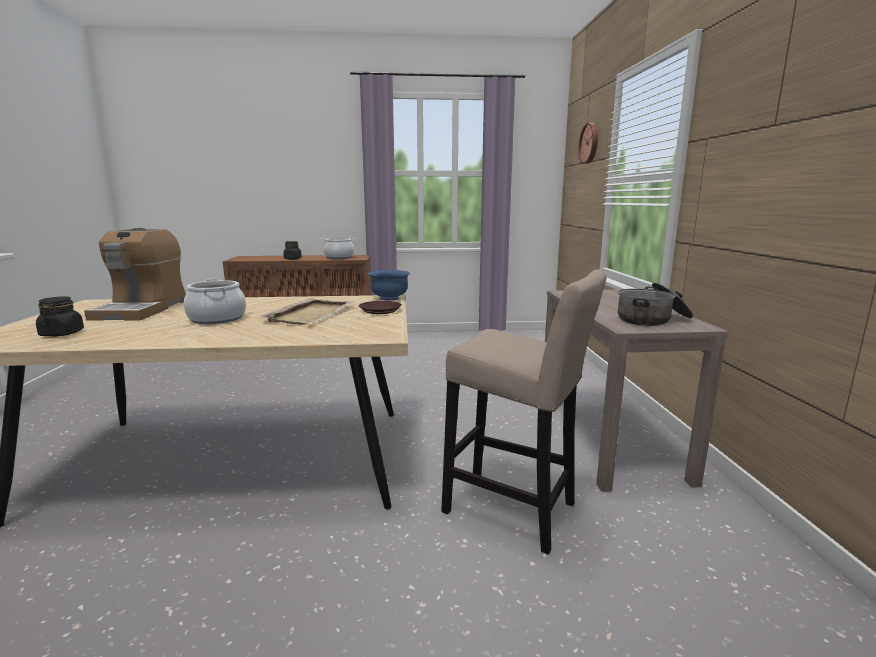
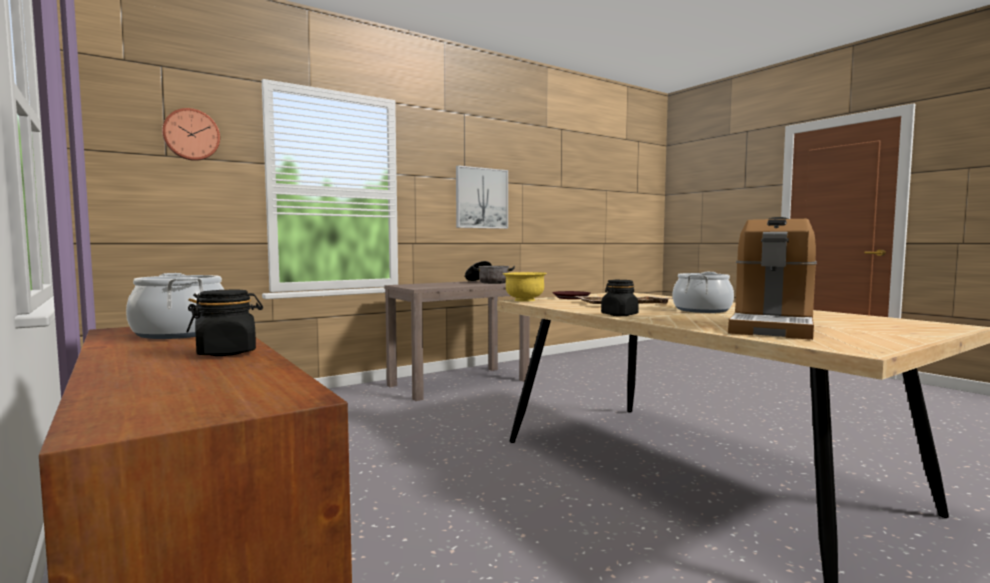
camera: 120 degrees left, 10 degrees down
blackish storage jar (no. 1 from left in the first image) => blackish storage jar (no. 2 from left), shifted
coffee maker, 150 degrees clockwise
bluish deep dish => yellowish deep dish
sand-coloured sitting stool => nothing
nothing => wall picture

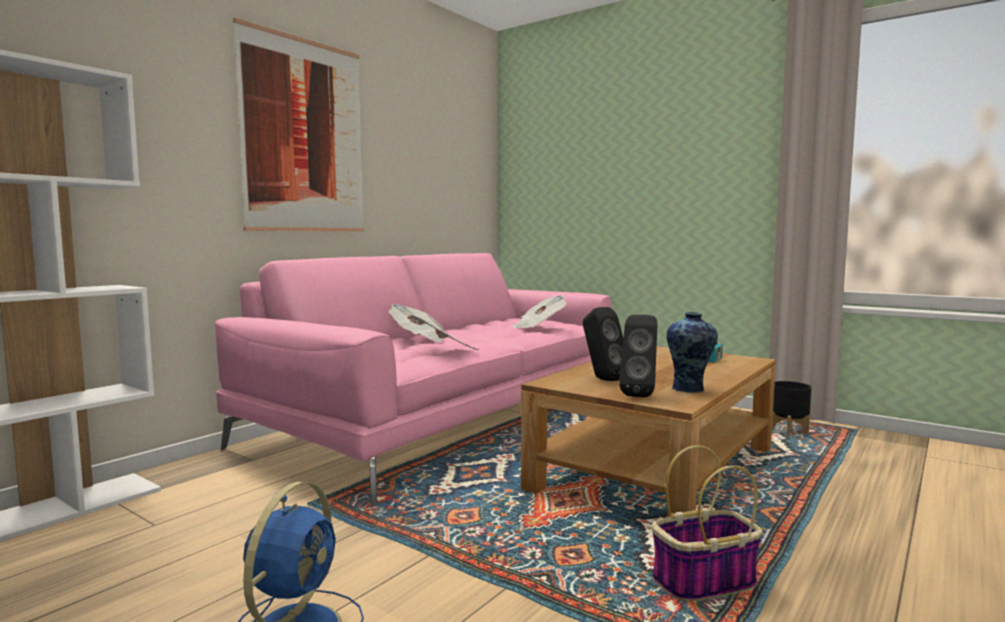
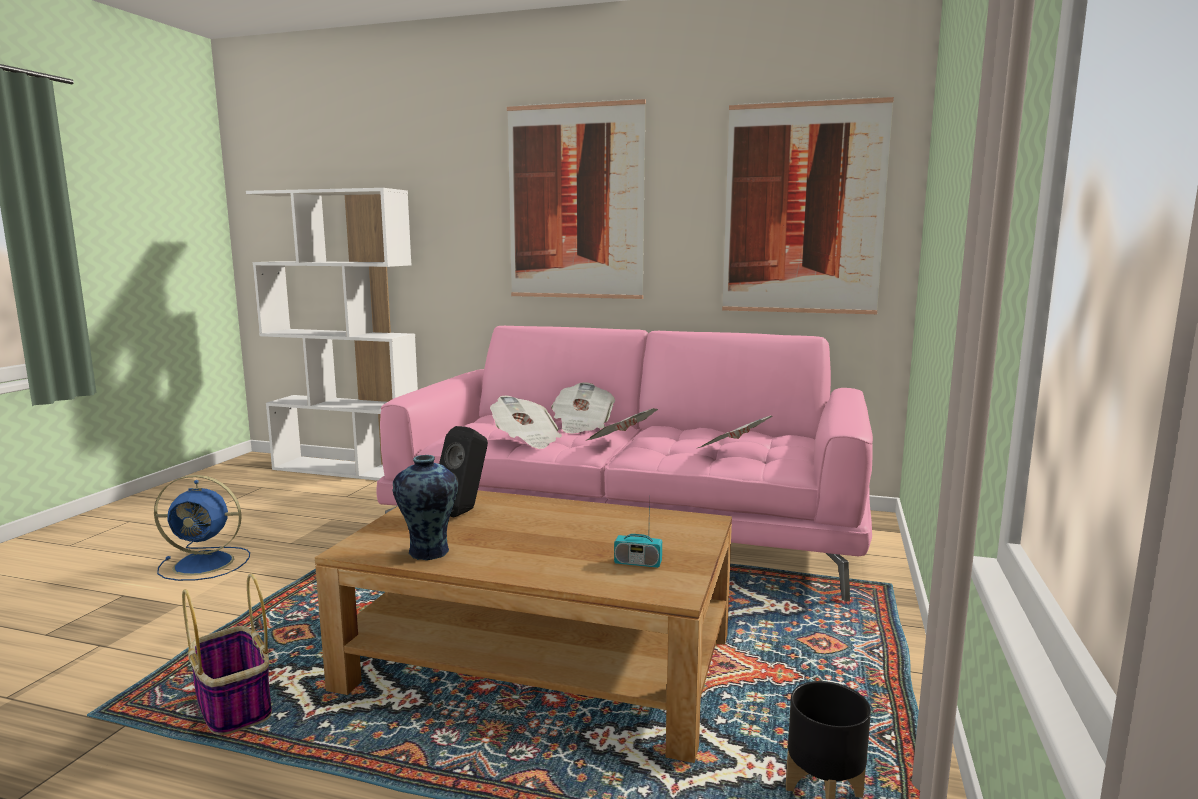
camera: 70 degrees right, 5 degrees up
blackish loudspeaker (no. 2 from left) => nothing
nothing => daily paper (no. 3 from left)
nothing => wall picture (no. 2 from left)

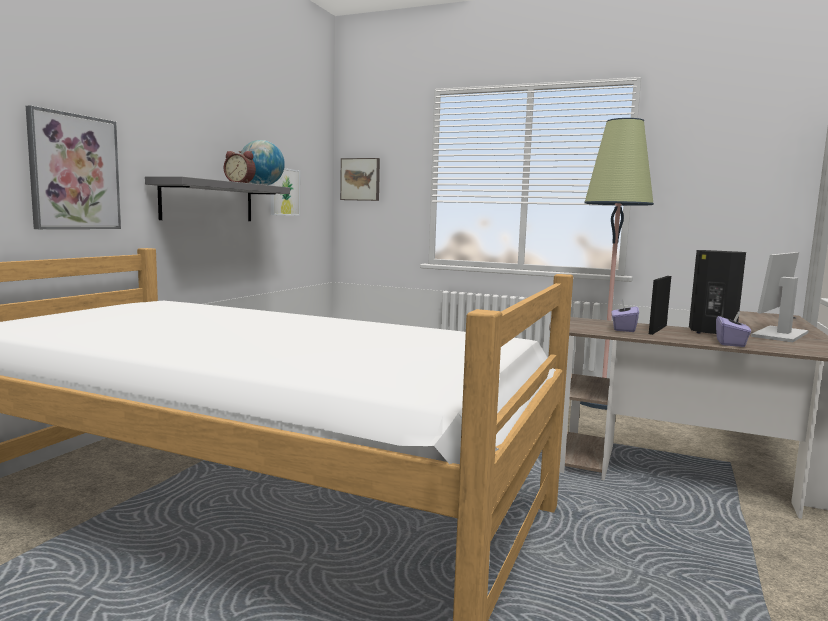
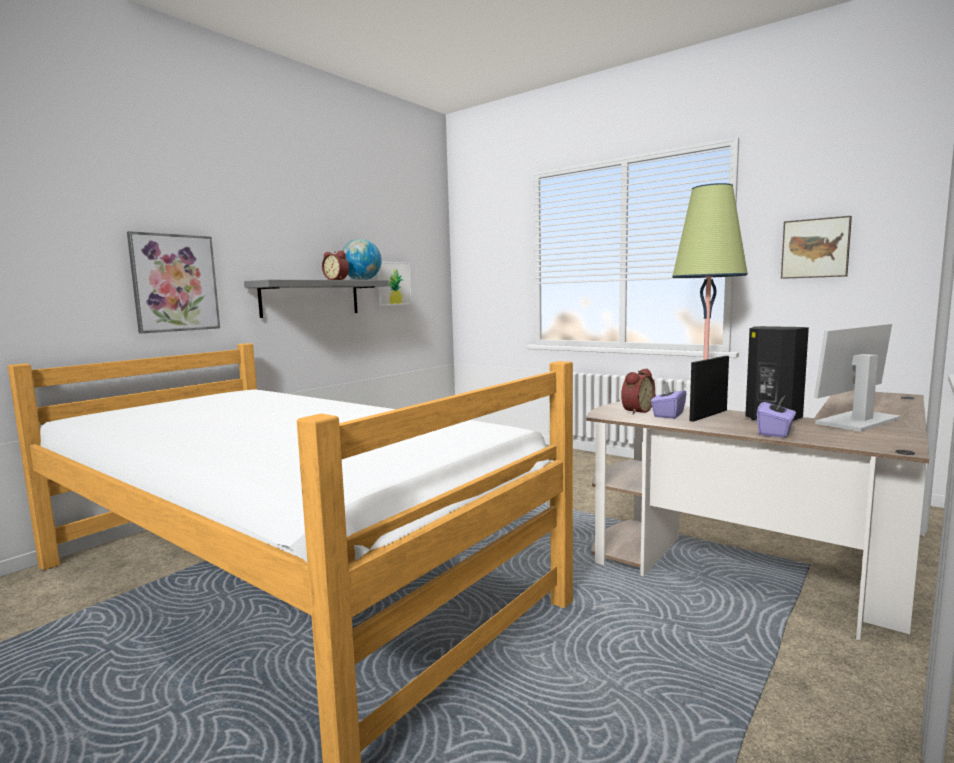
camera: 15 degrees right, 0 degrees up
wall picture (no. 3 from left), shifted
nothing => table clock (no. 2 from left)

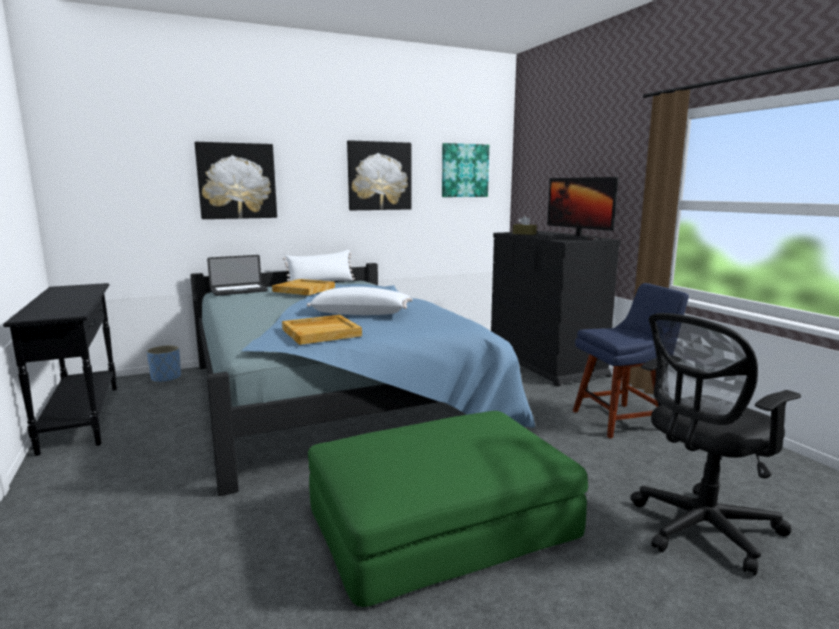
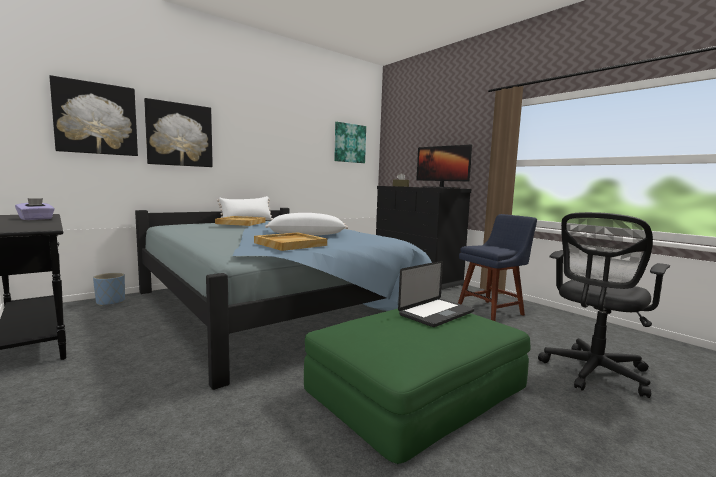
camera: 15 degrees left, 5 degrees down
notebook computer, shifted
wall picture (no. 2 from left in the first image) => wall picture (no. 1 from left), shifted
nothing => purplish box of tissues

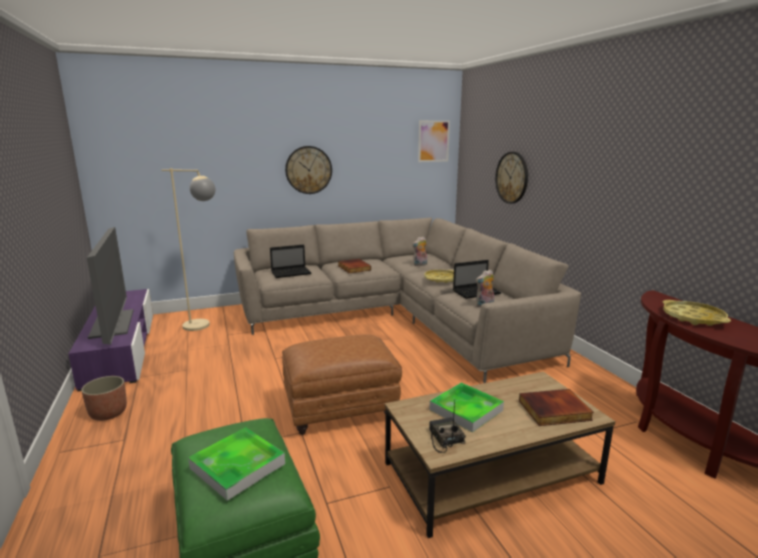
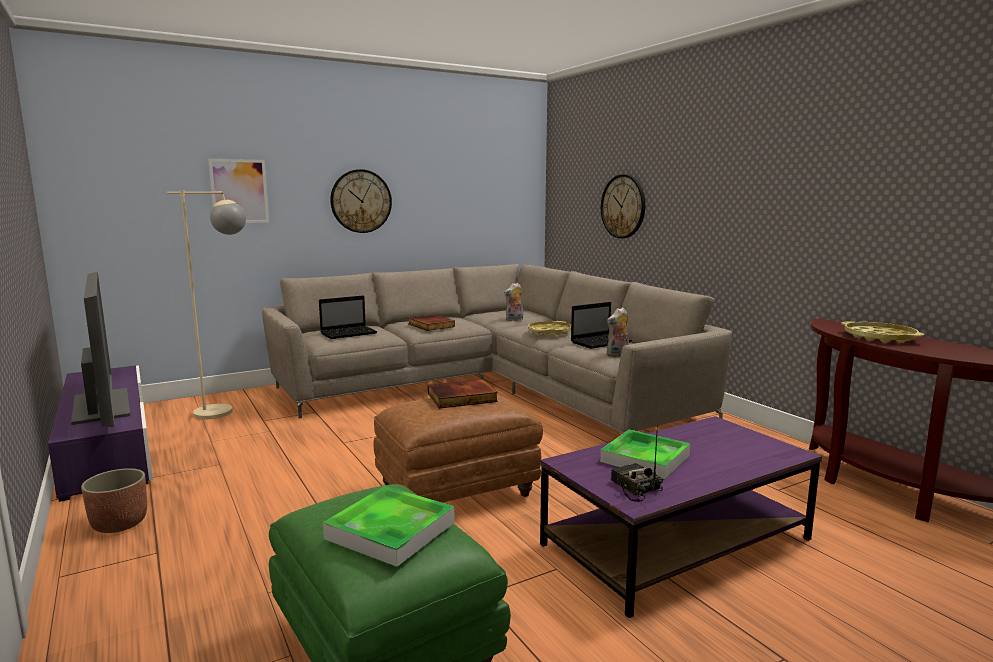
camera: 10 degrees left, 5 degrees down
brownish lounge table => purplish lounge table
wall picture, shifted
volume (no. 2 from left), shifted

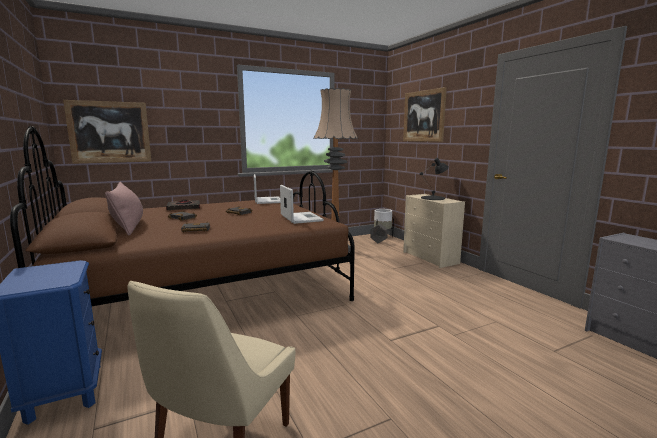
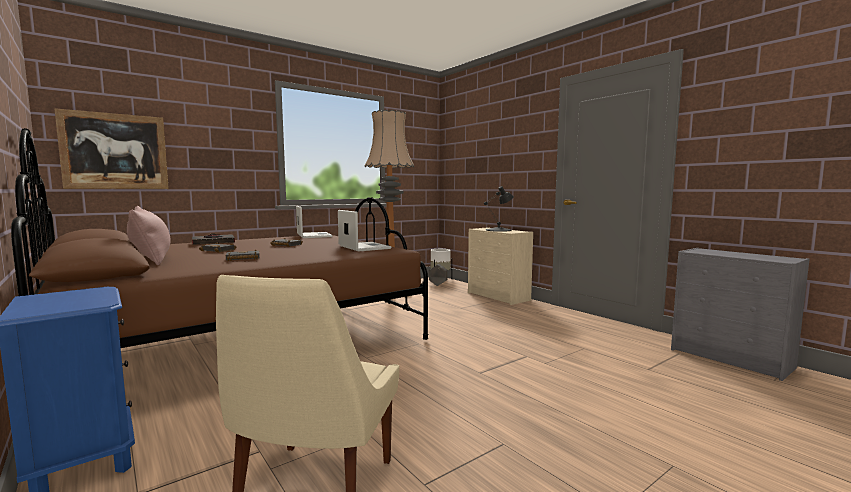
camera: 10 degrees left, 5 degrees down
wall picture (no. 2 from left) => nothing

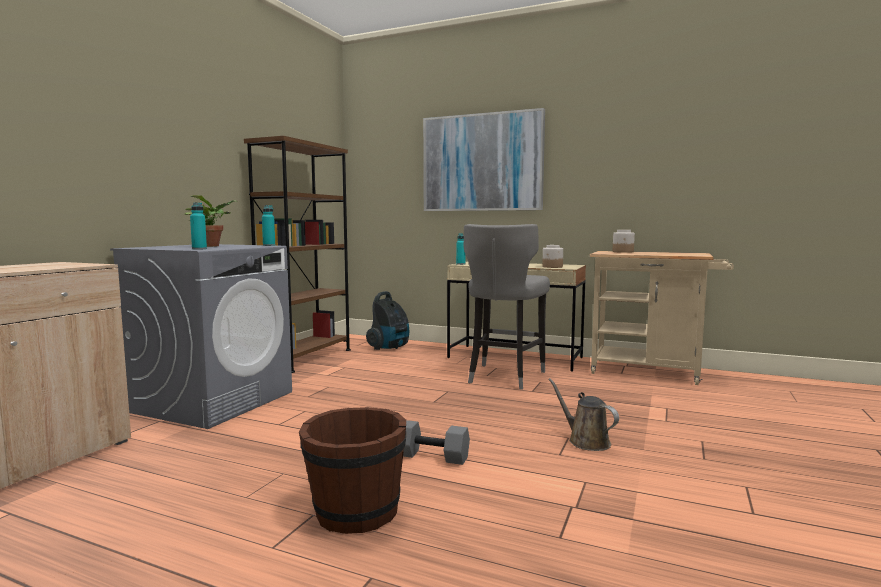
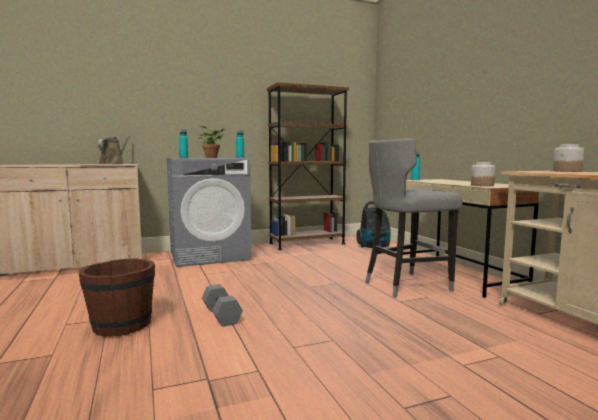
camera: 45 degrees right, 0 degrees up
wall picture => nothing
brownish sprinkling can, shifted

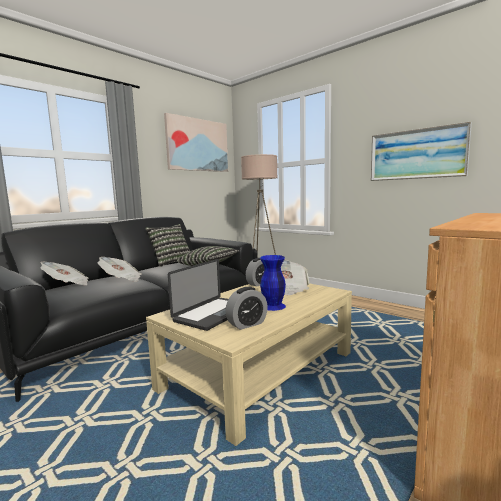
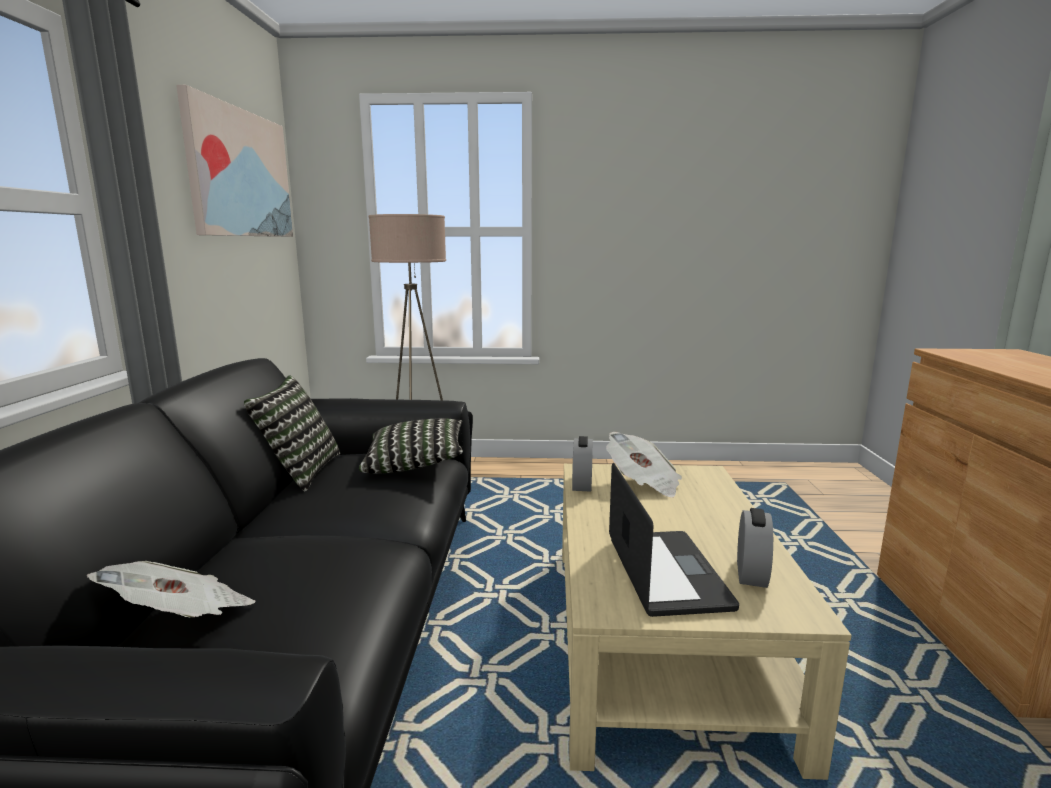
camera: 40 degrees left, 5 degrees up
daily paper (no. 2 from left) => nothing
bluish vase => nothing
wall picture (no. 2 from left) => nothing

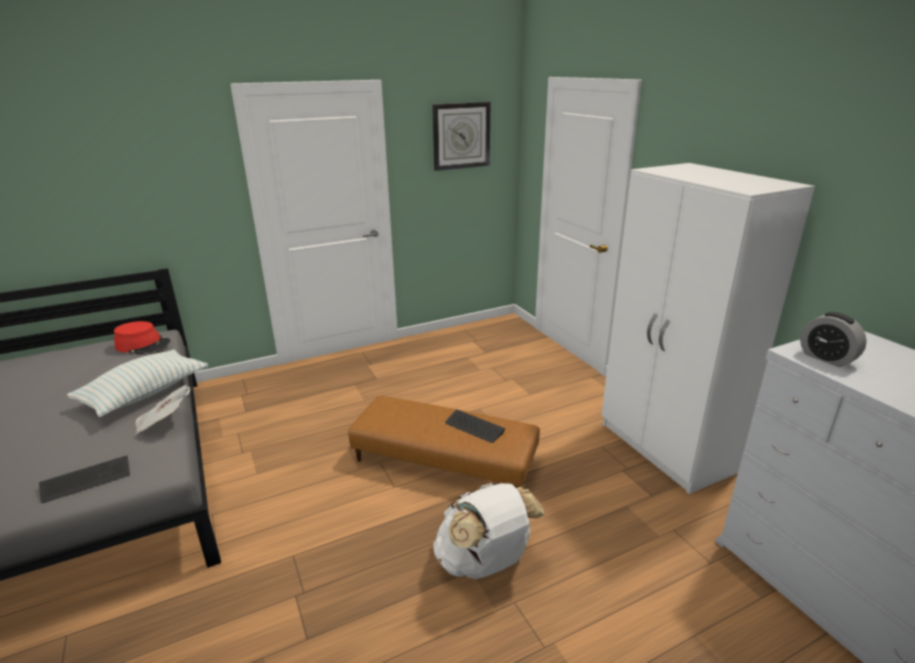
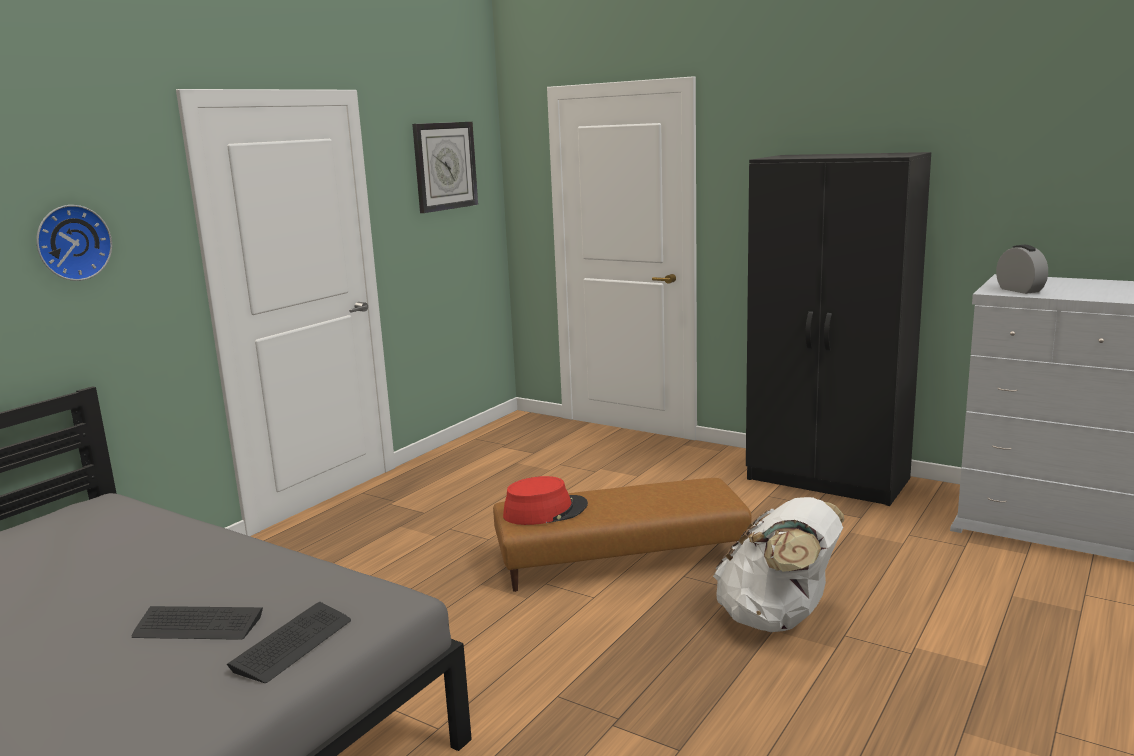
camera: 30 degrees left, 10 degrees down
pillow => nothing
red-coloured clothing hat, shifted
daily paper => nothing
PC keyboard (no. 2 from left in the first image) => PC keyboard (no. 1 from left), shifted
white-coloured armoire => blackish armoire
table clock, 135 degrees counterclockwise
nothing => clock on the wall (no. 1 from left)

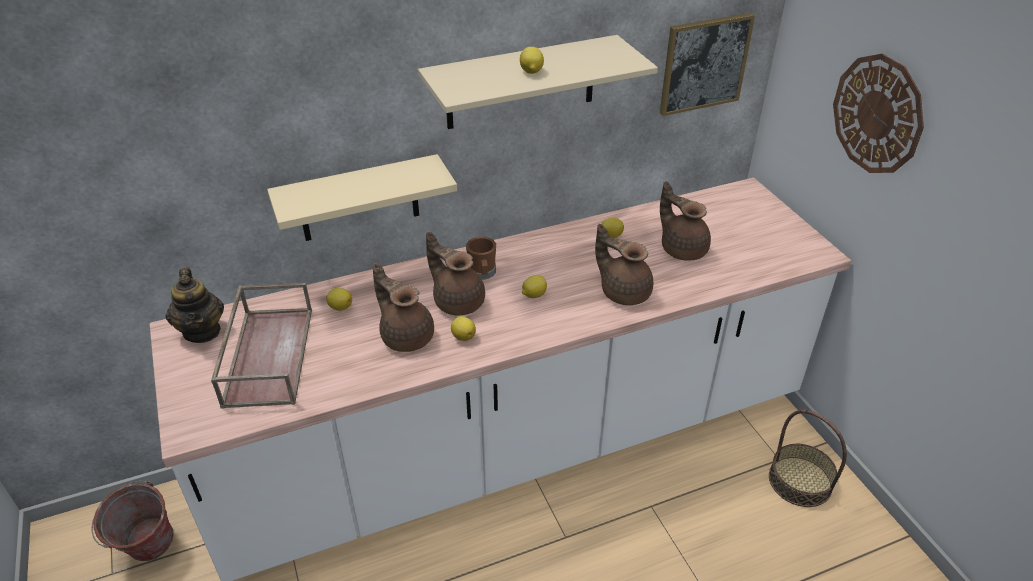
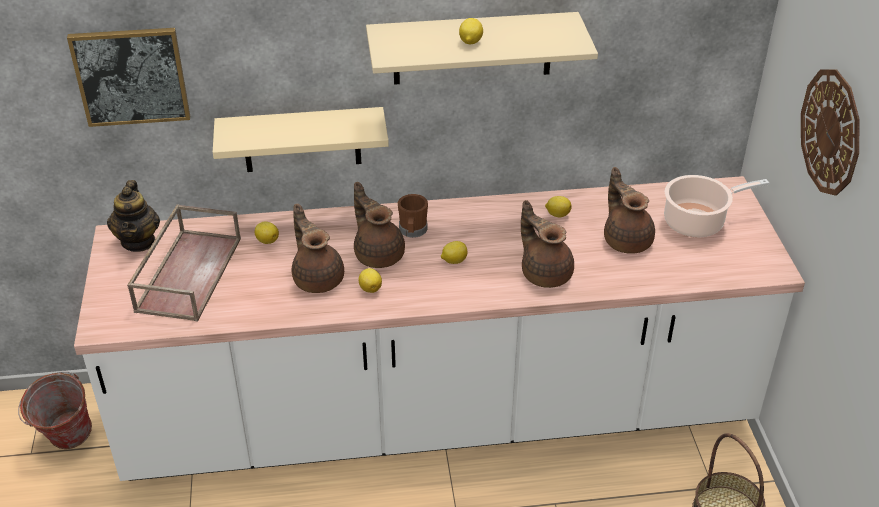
camera: 15 degrees right, 0 degrees up
wall picture, shifted
nothing => stockpot

